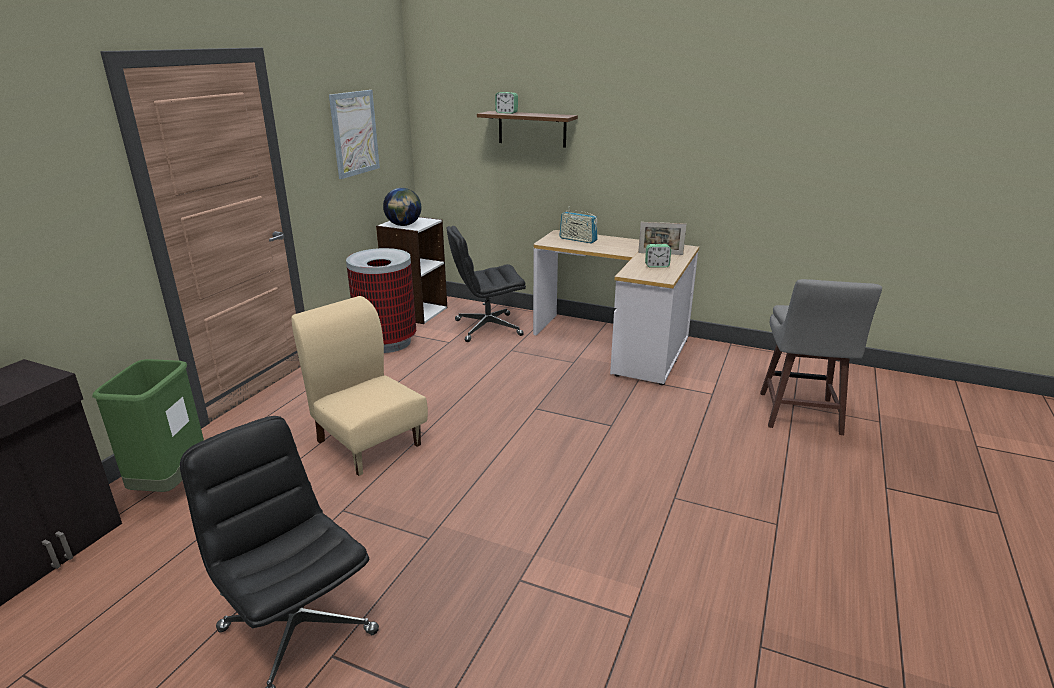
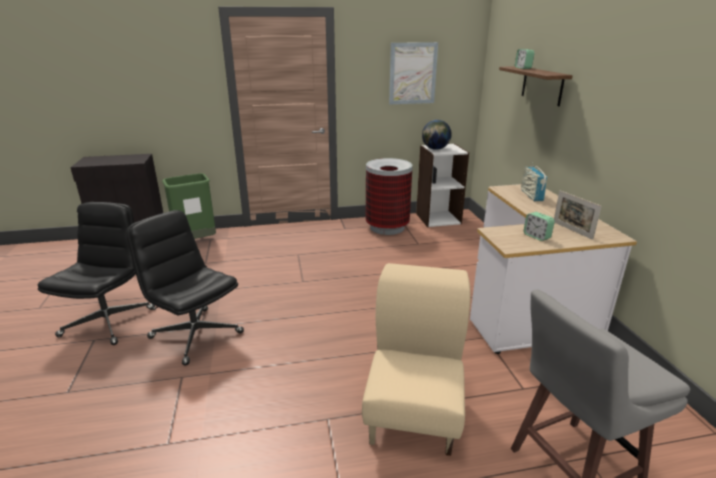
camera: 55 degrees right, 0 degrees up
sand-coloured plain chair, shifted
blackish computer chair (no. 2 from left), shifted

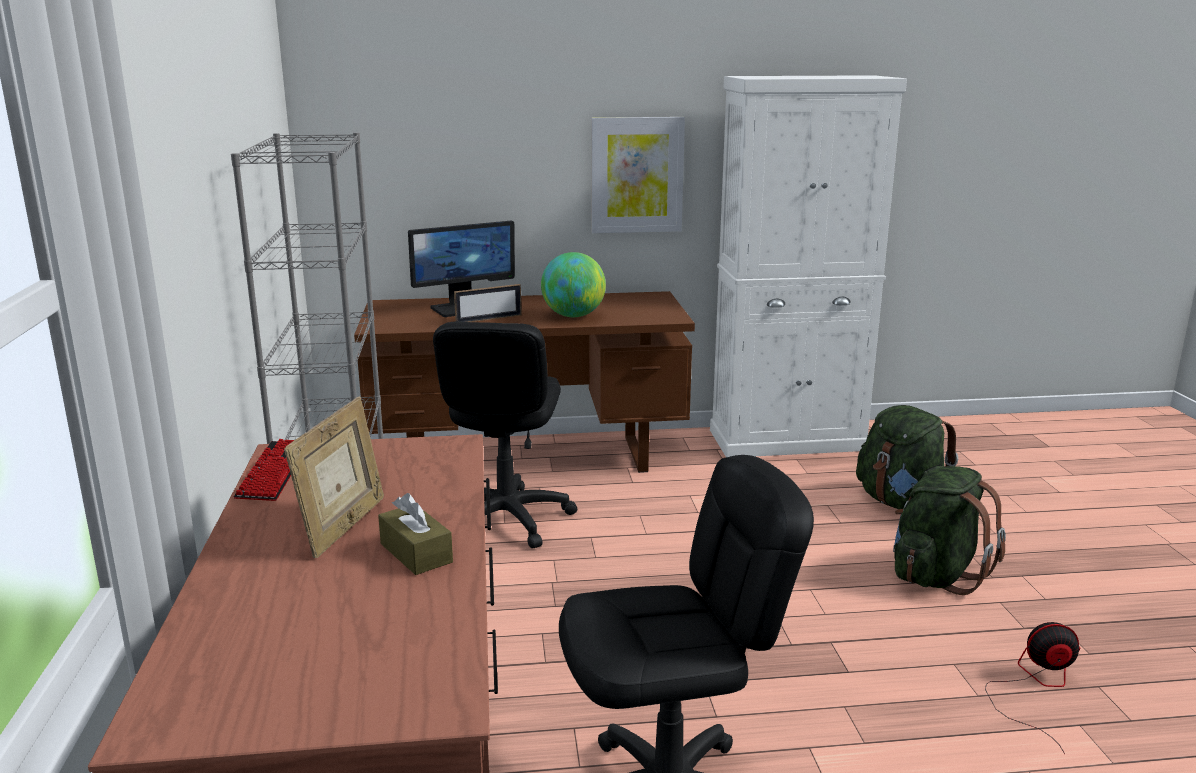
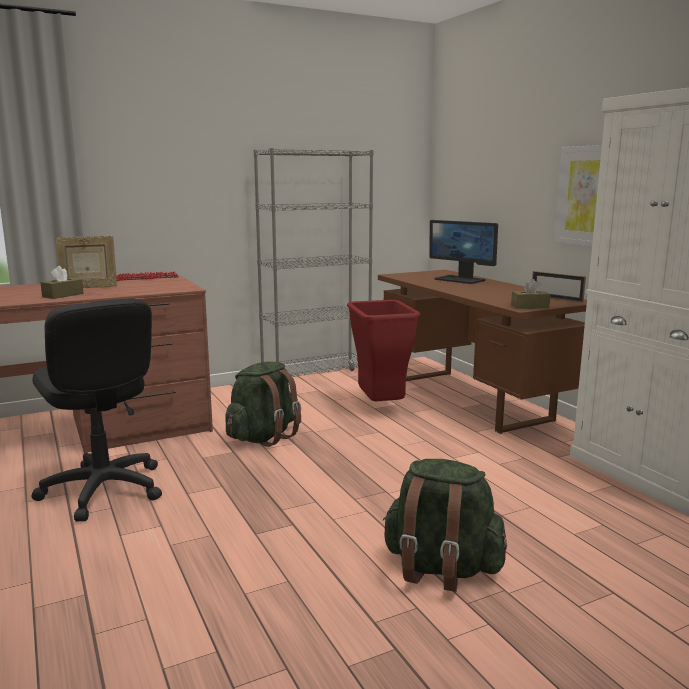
camera: 70 degrees right, 5 degrees down
blackish computer chair (no. 1 from left) => red-coloured trash can
photo frame (no. 2 from left), shifted
world globe => nothing
green backpack (no. 1 from left), shifted
cooling fan => nothing
nothing => brownish box of tissues (no. 2 from left)

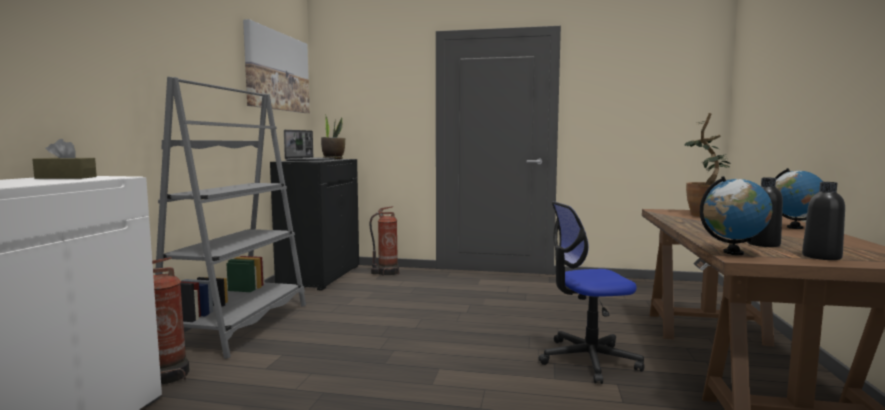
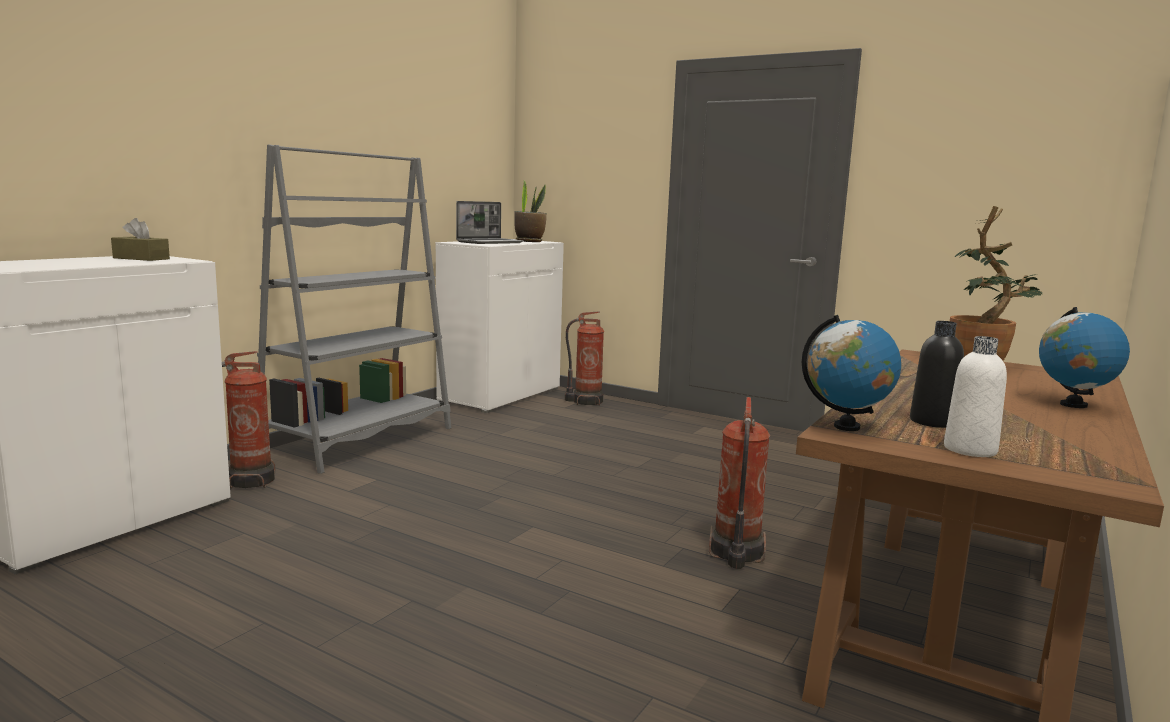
camera: 20 degrees right, 5 degrees up
wall picture => nothing
blackish cupboard => white-coloured cupboard (no. 2 from left)
computer chair => fire-fighting cylinder (no. 3 from left)
blackish bottle (no. 2 from left) => white-coloured bottle

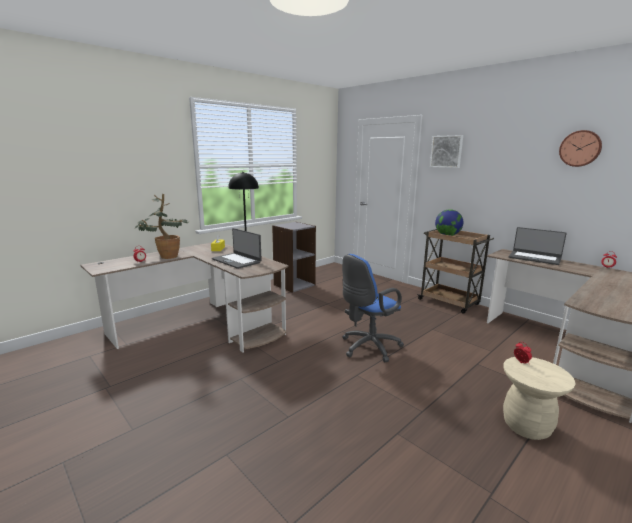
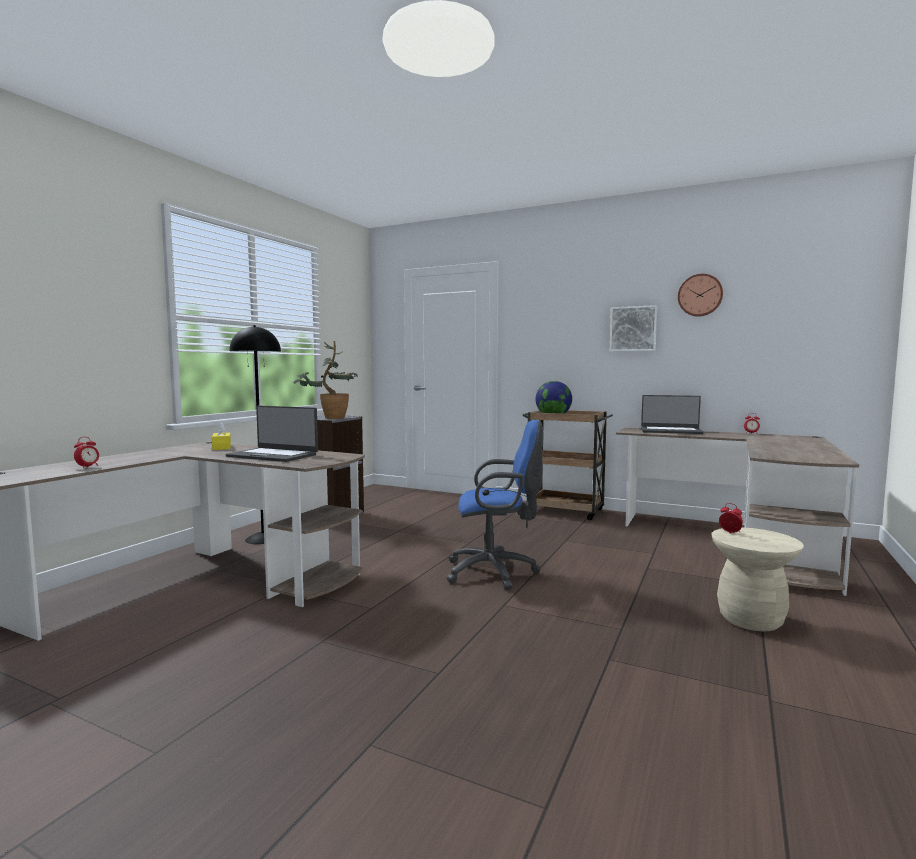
camera: 20 degrees left, 10 degrees down
potted plant, shifted
bluish computer chair, 120 degrees counterclockwise
wall picture, shifted

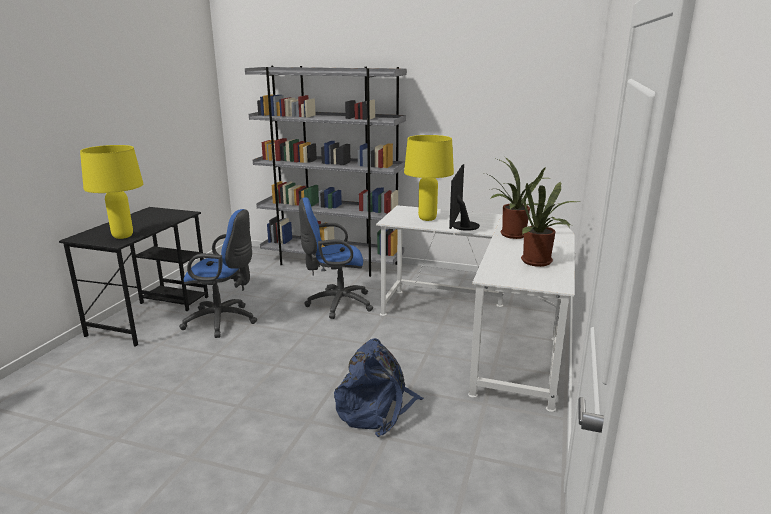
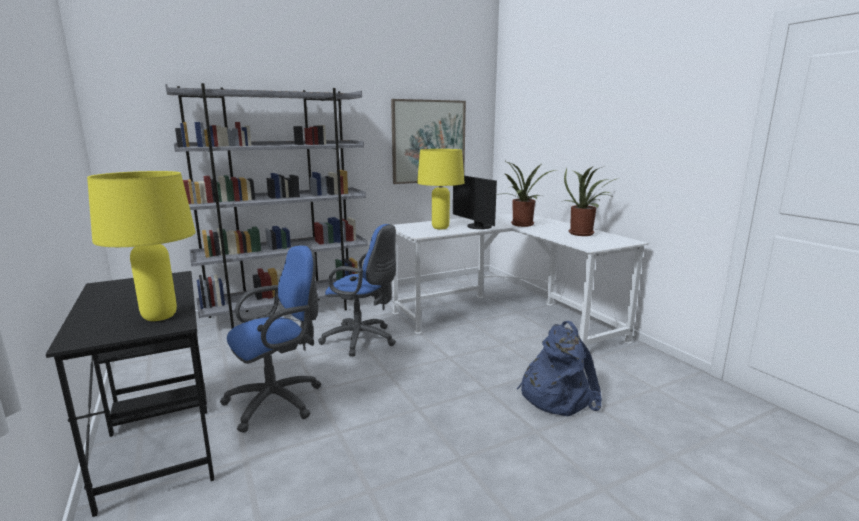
camera: 45 degrees left, 5 degrees down
bluish computer chair (no. 2 from left), 105 degrees counterclockwise
nothing => wall picture

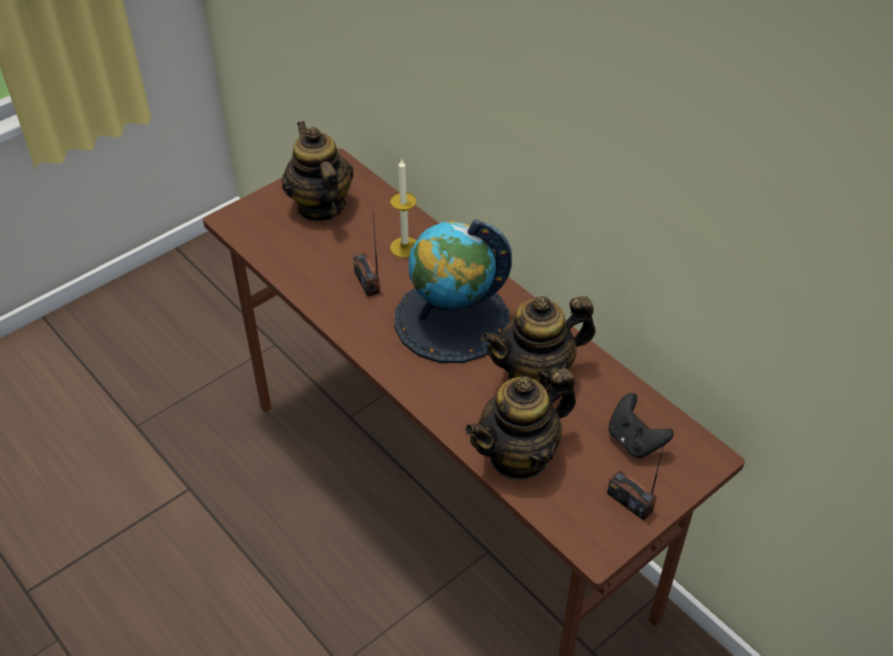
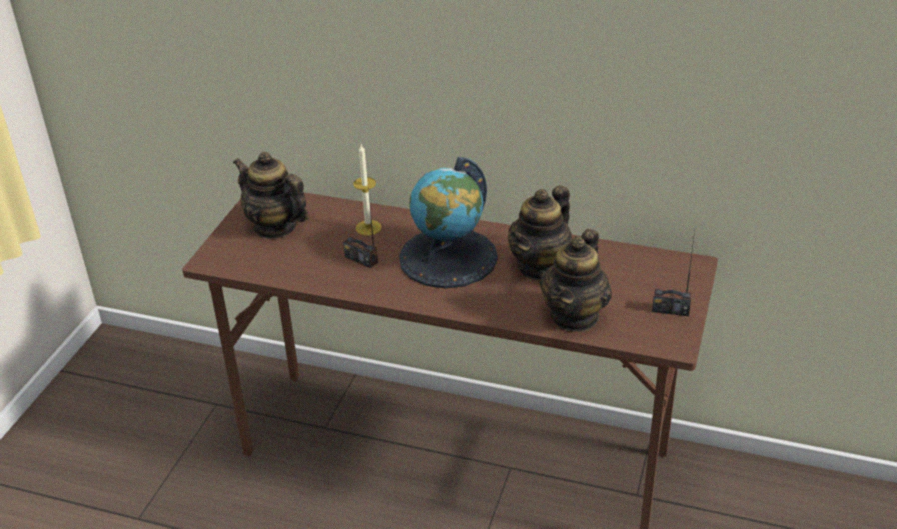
camera: 30 degrees left, 10 degrees down
blackish game controller => nothing

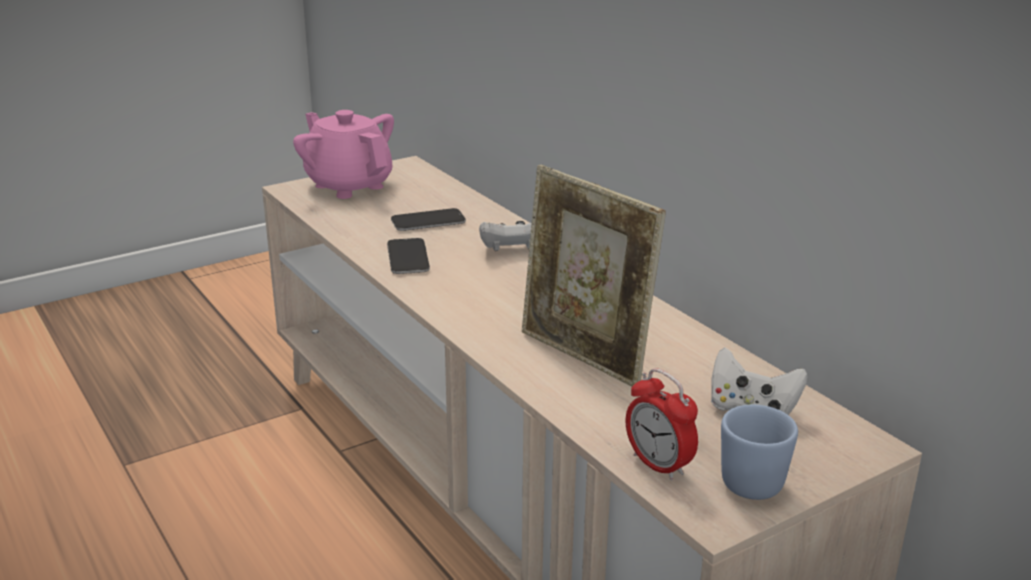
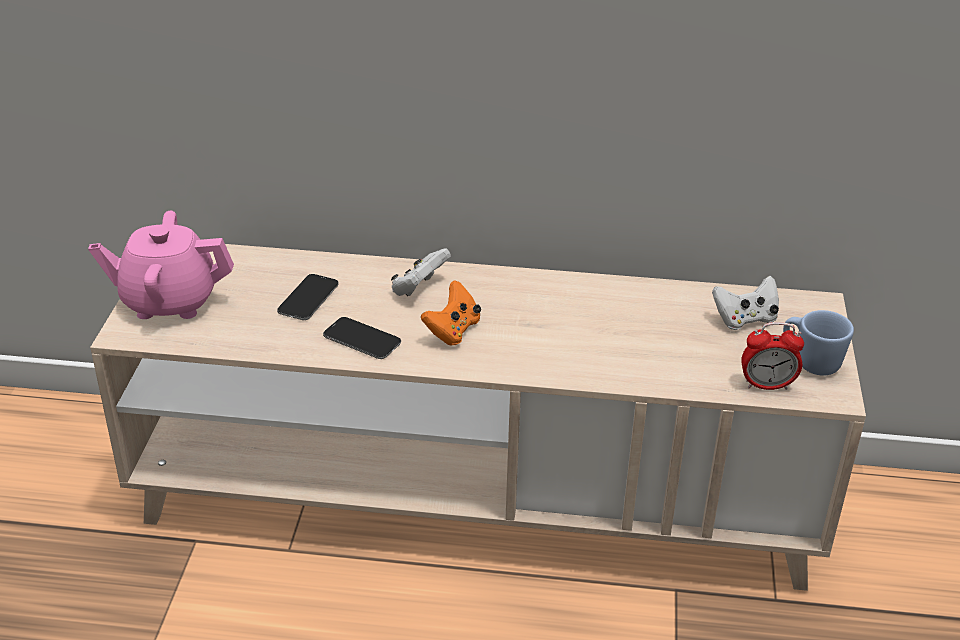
camera: 50 degrees left, 10 degrees up
photo frame => nothing
nothing => orange-coloured game controller

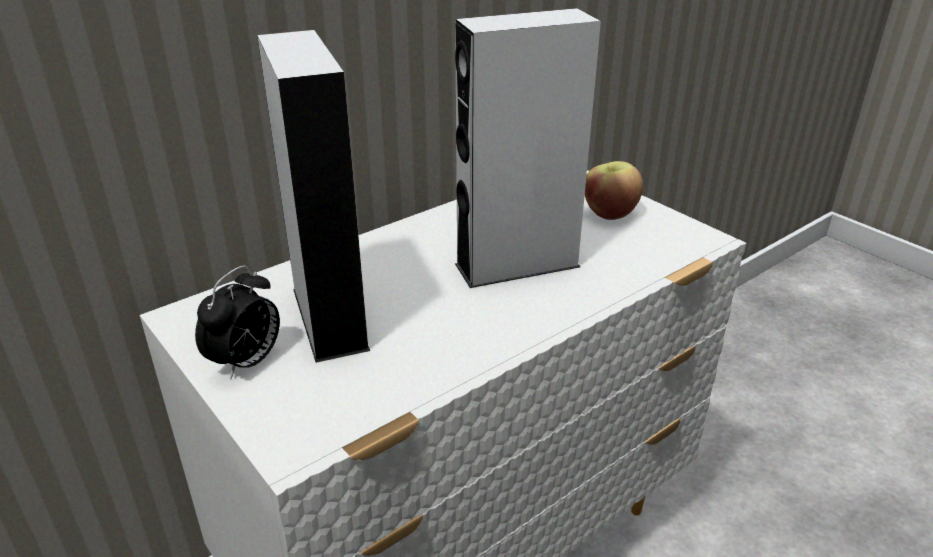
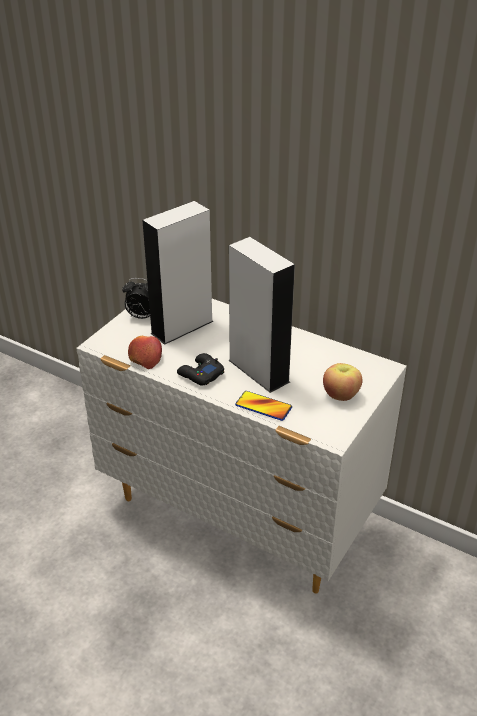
camera: 70 degrees right, 5 degrees up
nothing => apple fruit (no. 1 from left)
nothing => blackish game controller
nothing => phone

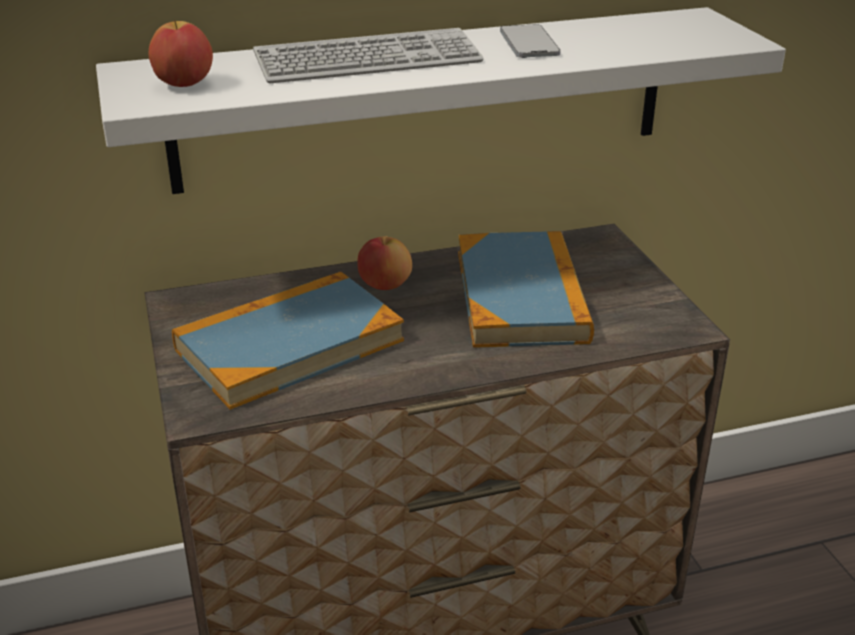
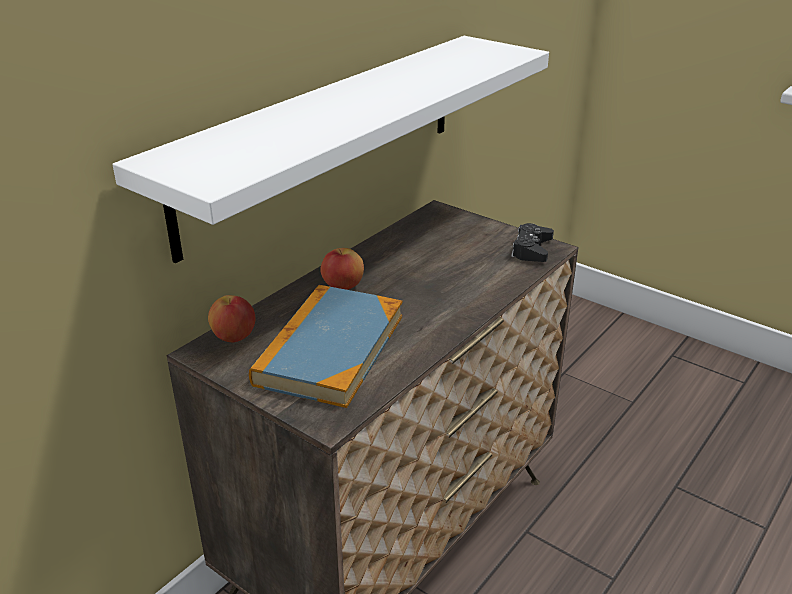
camera: 35 degrees left, 0 degrees up
apple fruit (no. 1 from left), shifted
PC keyboard => nothing
volume (no. 2 from left) => nothing
phone => nothing
nothing => blackish game controller

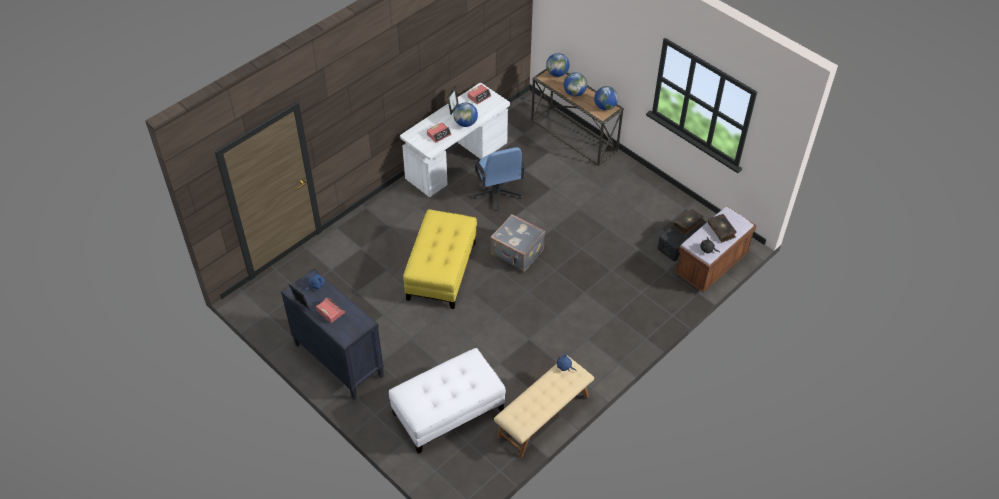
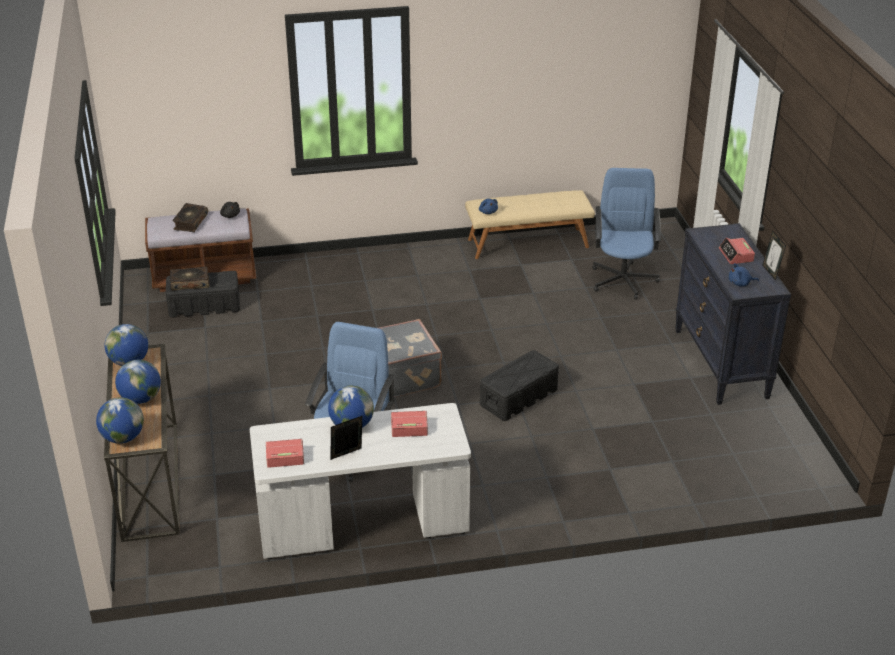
camera: 145 degrees left, 15 degrees down
white-coloured pouffe => bluish computer chair (no. 2 from left)
yellowish pouffe => blackish storage bin (no. 2 from left)

